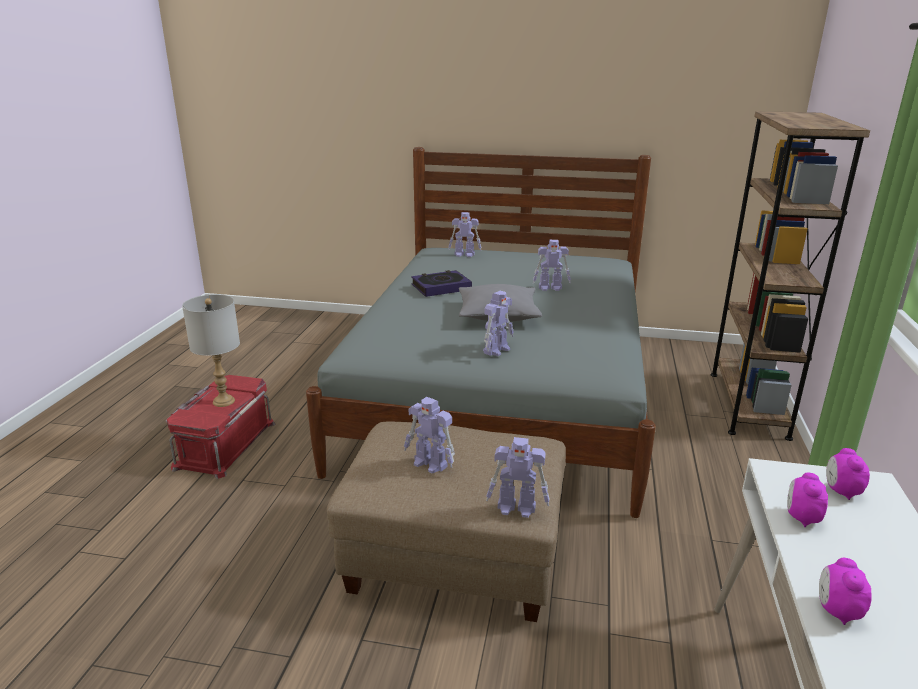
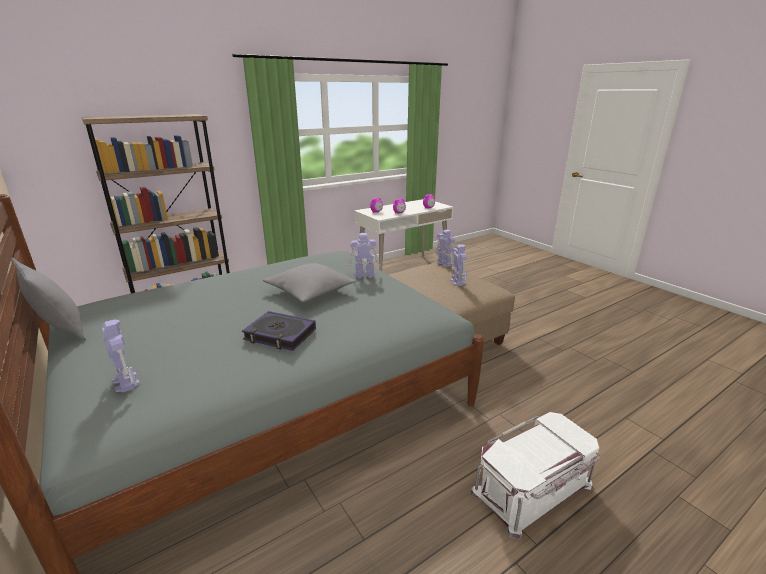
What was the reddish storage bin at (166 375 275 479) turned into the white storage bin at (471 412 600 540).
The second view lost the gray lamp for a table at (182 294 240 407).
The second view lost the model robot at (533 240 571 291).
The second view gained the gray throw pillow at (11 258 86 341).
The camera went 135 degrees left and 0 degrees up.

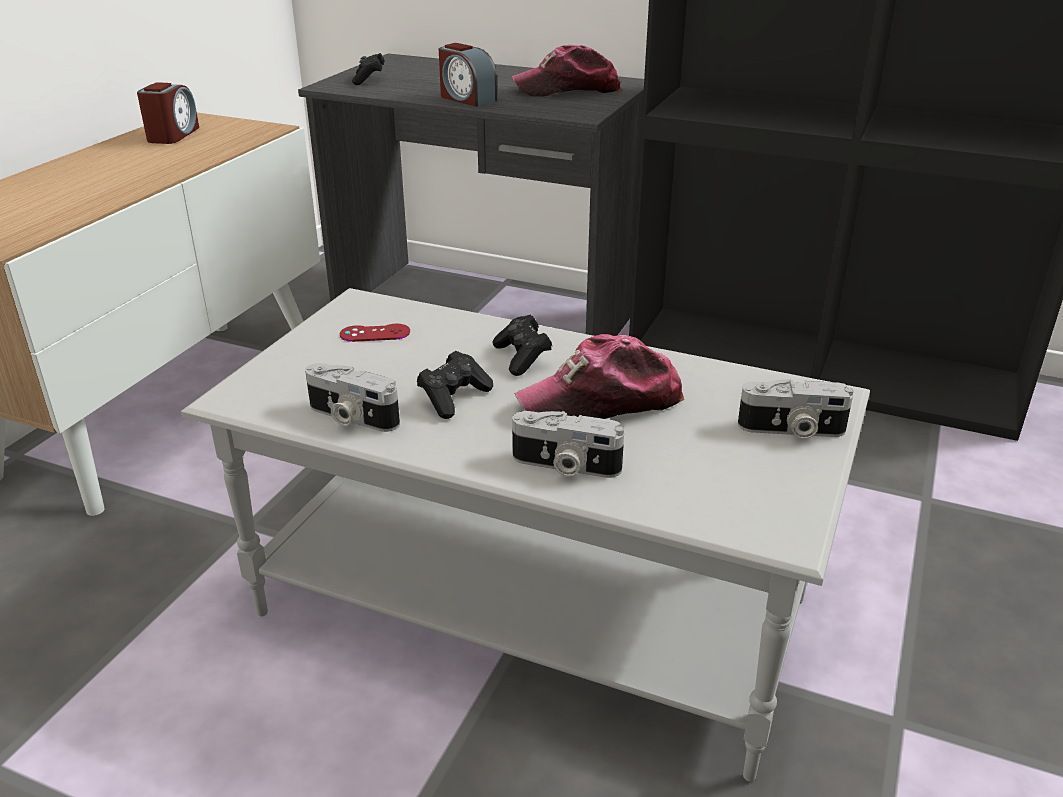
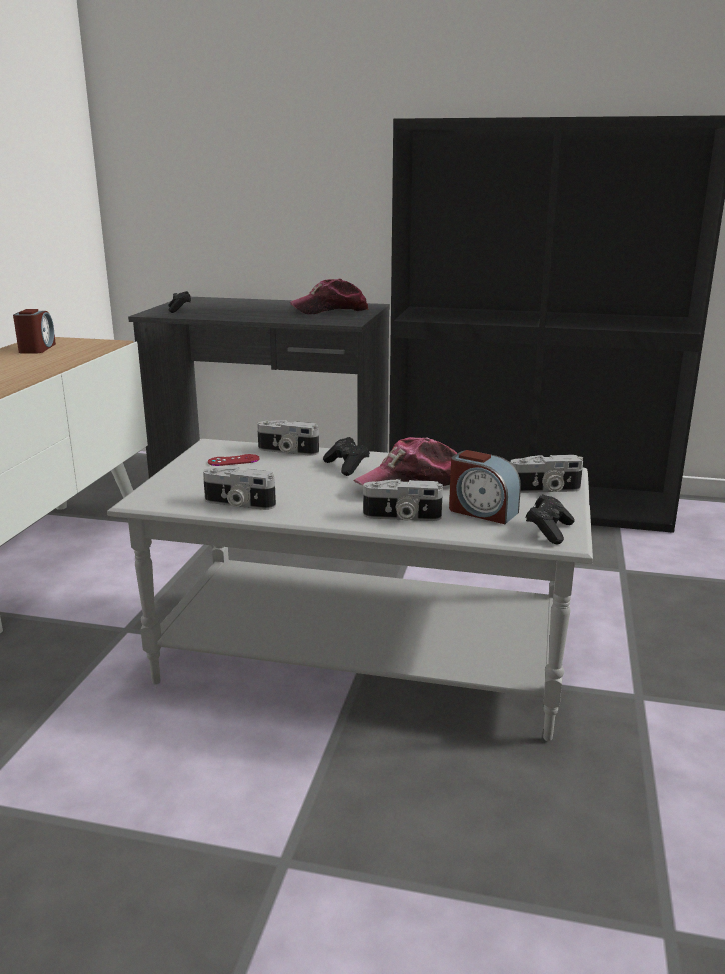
The black joypad ended up elsewhere, having gone from (417 351 493 419) to (526 494 575 545).
The bedside clock ended up elsewhere, having gone from (439 43 497 107) to (449 450 521 524).
The second view gained the photo camera at (257 420 319 456).
The camera went 10 degrees left and 10 degrees down.

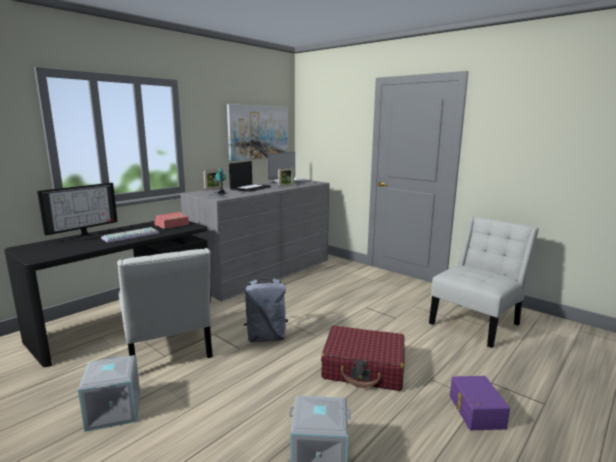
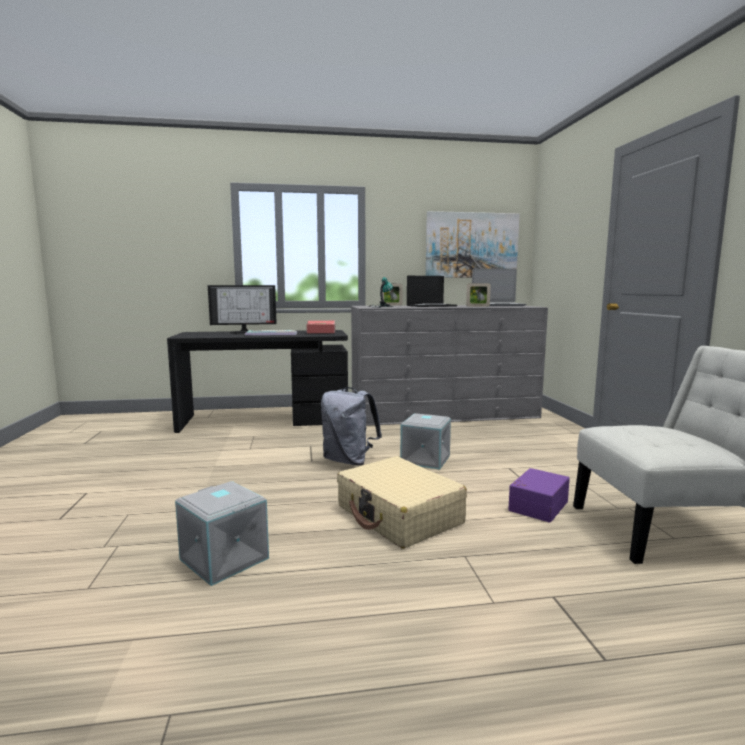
The gray storage bin ended up elsewhere, having gone from (78 355 140 432) to (400 413 451 470).
The second view lost the white plain chair at (117 248 213 358).
What was the reddish piece of luggage at (321 325 405 391) turned into the sand-coloured piece of luggage at (337 456 467 549).
The purple storage bin ended up elsewhere, having gone from (450 376 510 430) to (508 468 570 523).
The camera went 40 degrees right and 5 degrees down.

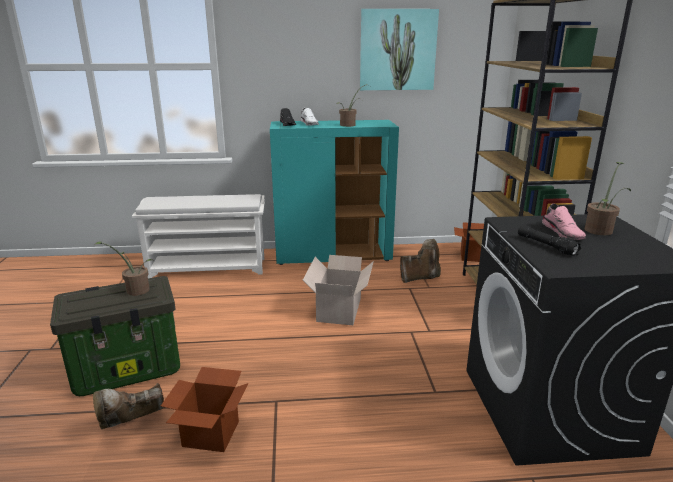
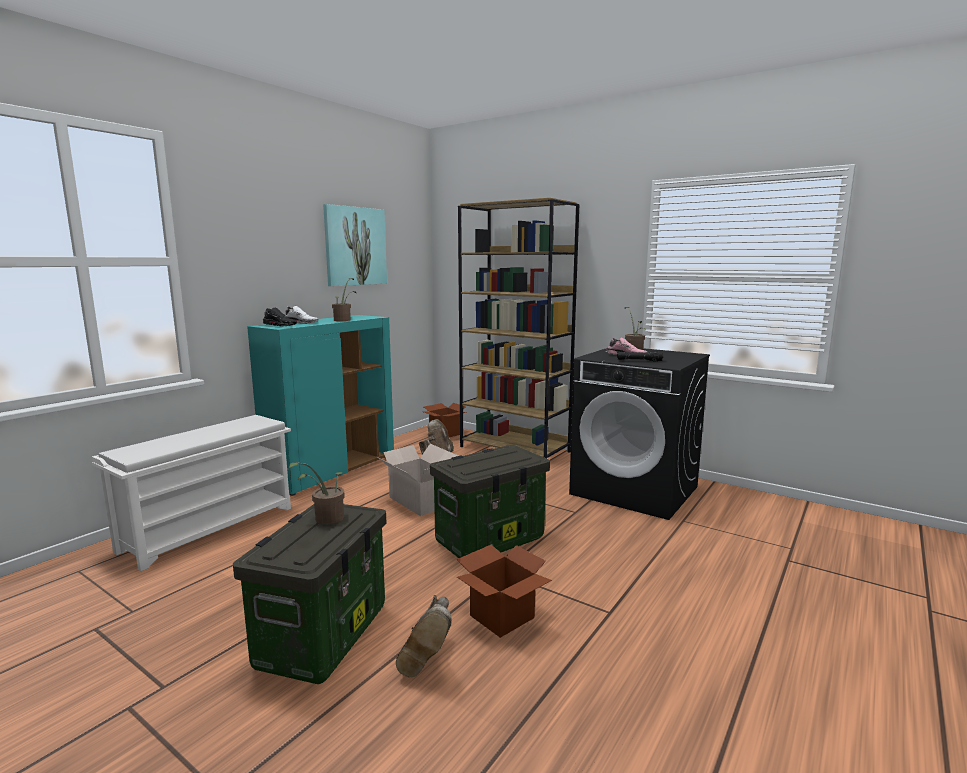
The second view gained the storage bin at (430 445 550 558).
The camera went 50 degrees left and 10 degrees down.

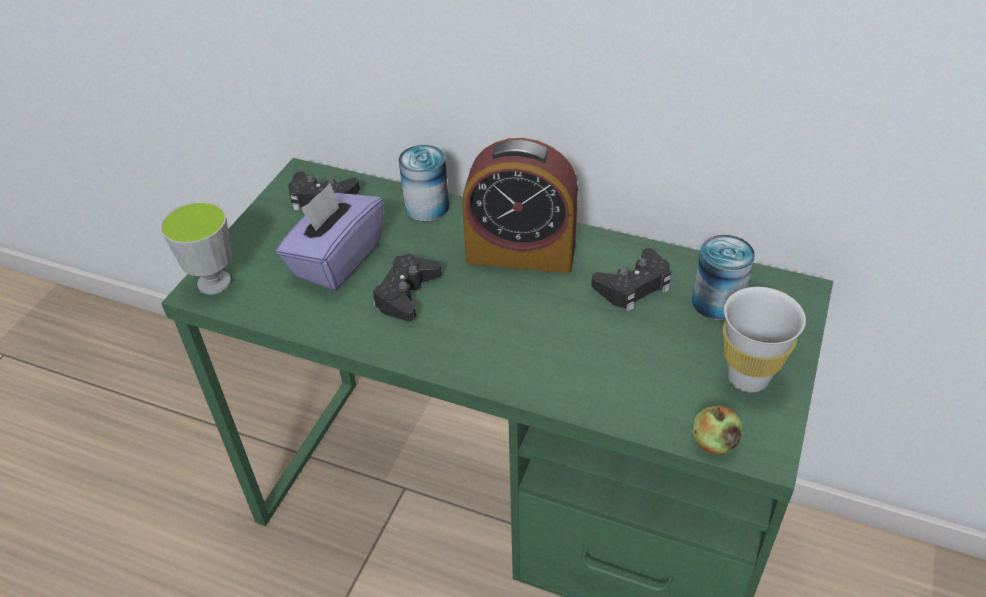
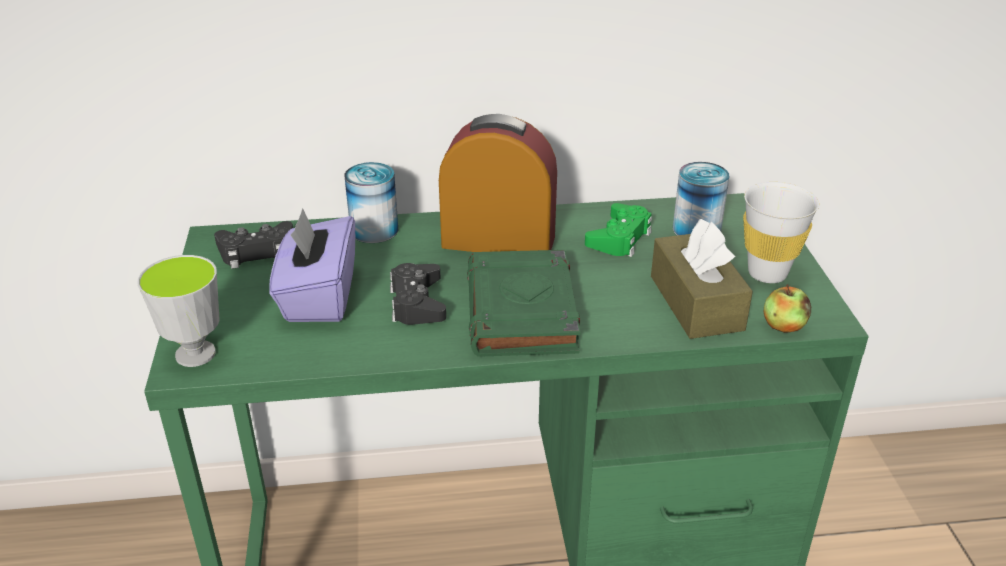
The bedside clock at (462 138 578 273) ended up facing another way, 150 degrees counterclockwise from before.
What was the black joypad at (591 248 671 311) turned into the green-coloured joypad at (585 203 652 257).
The second view gained the green-coloured volume at (467 250 581 356).
The second view gained the brown box of tissues at (651 219 753 339).
The camera went 30 degrees left and 10 degrees down.

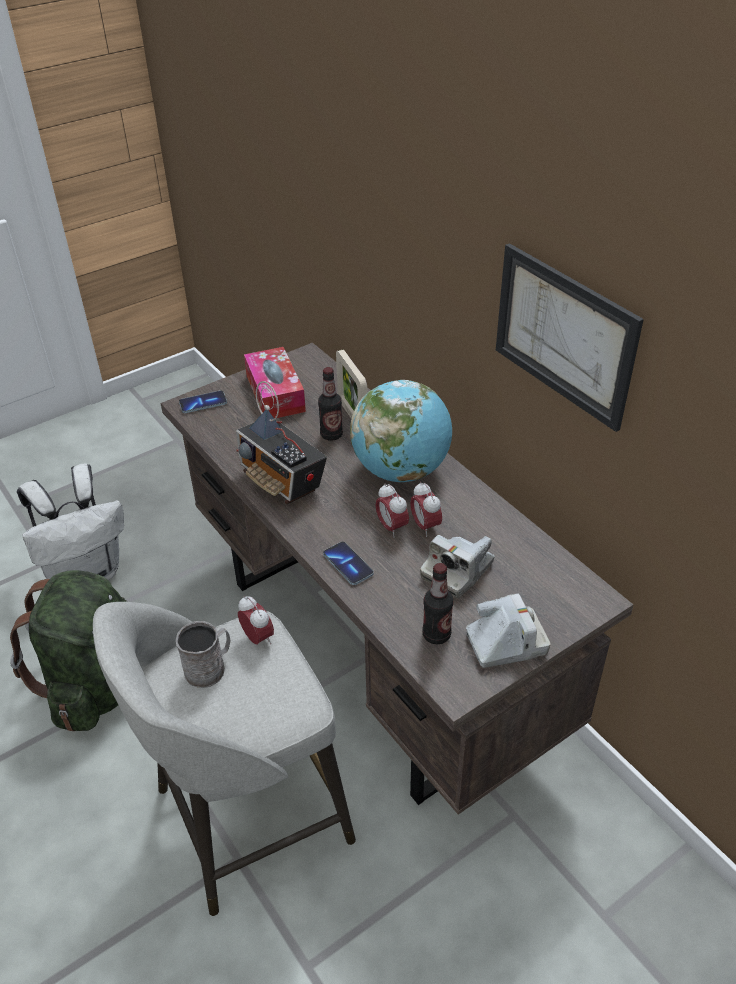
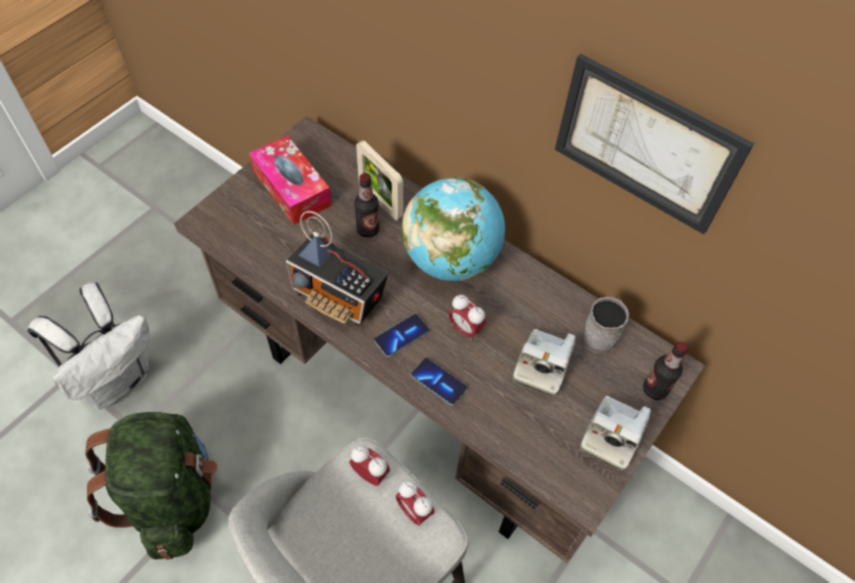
The gray tea mug ended up elsewhere, having gone from (176 621 230 688) to (582 297 629 354).
The handset ended up elsewhere, having gone from (179 390 227 413) to (374 314 429 357).
The bedside clock ended up elsewhere, having gone from (410 482 442 537) to (396 480 435 527).
The bottle ended up elsewhere, having gone from (423 563 453 644) to (643 341 688 400).
The photo camera at (466 594 550 668) ended up facing another way, 150 degrees clockwise from before.
The camera went 20 degrees left and 15 degrees up.

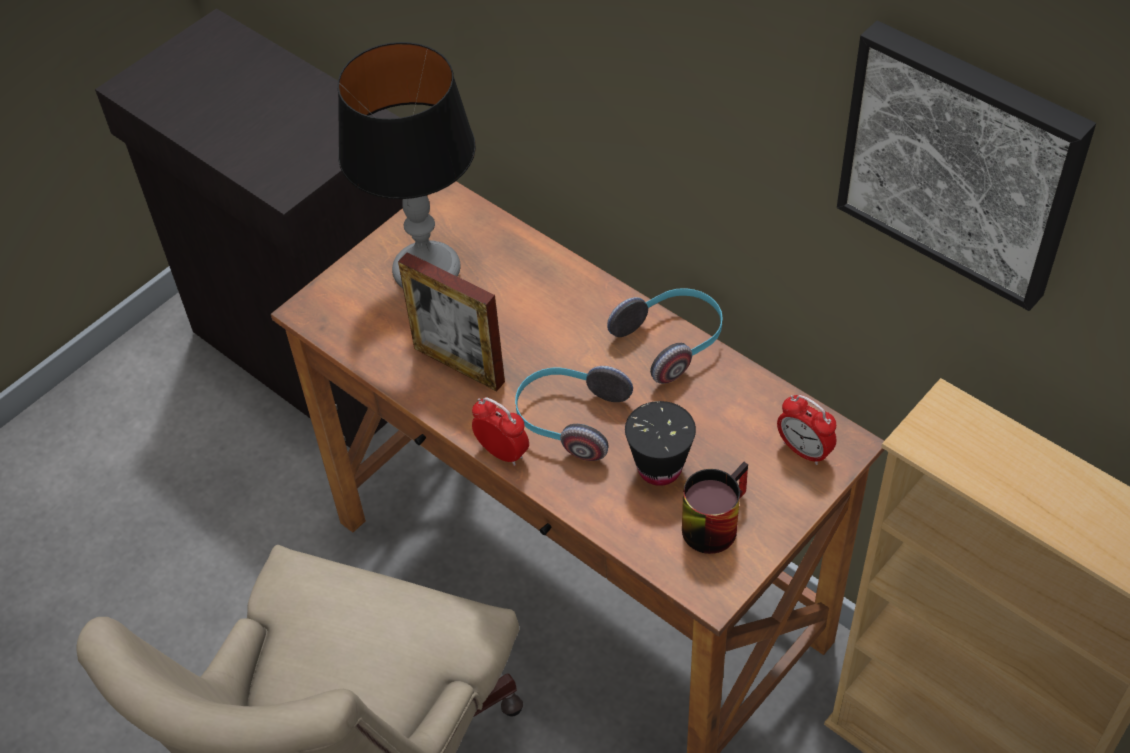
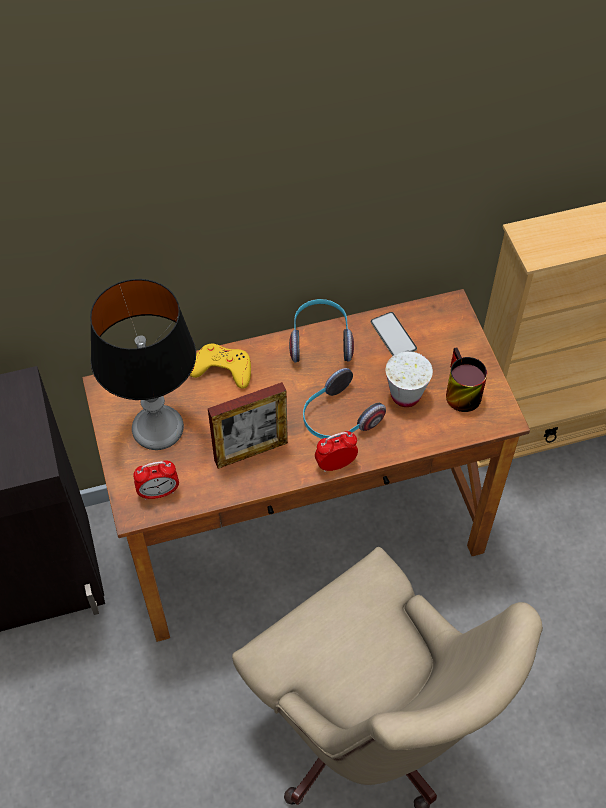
What was the black drinking cup at (625 401 696 486) turned into the white drinking cup at (386 351 433 407).
The bedside clock ended up elsewhere, having gone from (777 395 836 465) to (133 460 179 500).
The second view lost the wall art at (837 20 1096 311).
The second view gained the yellowish joypad at (190 344 251 389).
The second view gained the handset at (371 312 417 356).
The camera went 60 degrees left and 5 degrees up.

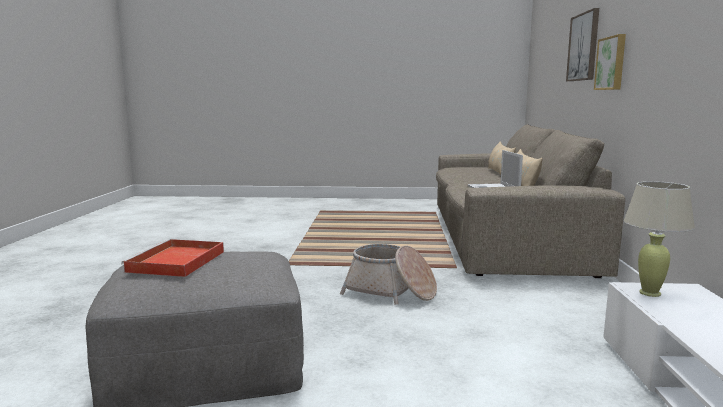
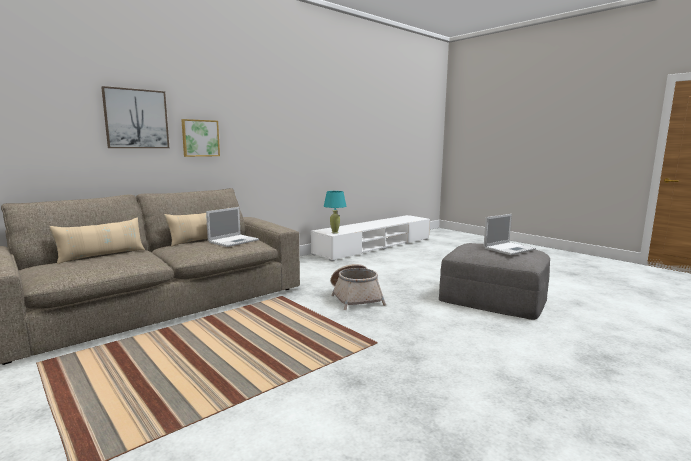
Where the reddish carrying tray stood at (121 239 224 277), the notebook computer came to stand at (484 214 536 255).
What was the sand-coloured lamp for a table at (624 181 695 297) turned into the turquoise-coloured lamp for a table at (324 191 346 234).
The camera went 135 degrees left and 0 degrees up.

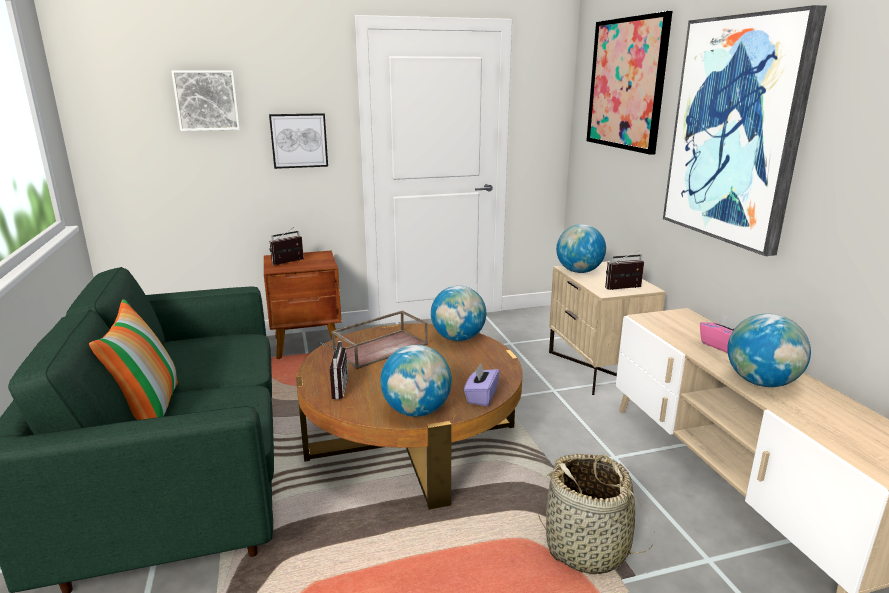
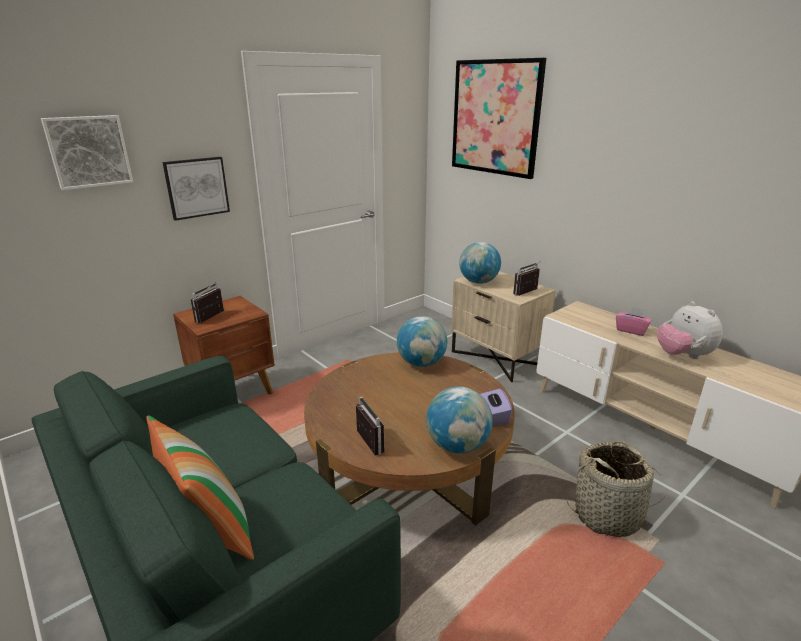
The second view lost the brown carrying tray at (331 310 428 369).
The second view lost the wall art at (663 5 827 256).
Where the desk globe stood at (727 314 811 387), the plush toy came to stand at (657 301 723 359).
The camera went 25 degrees left and 5 degrees up.

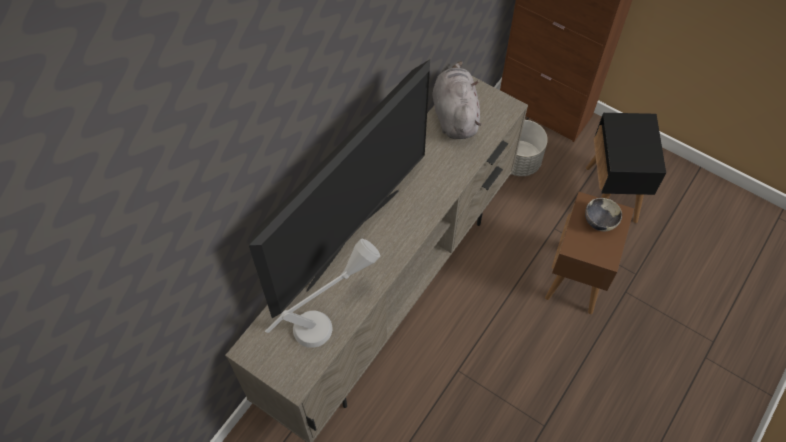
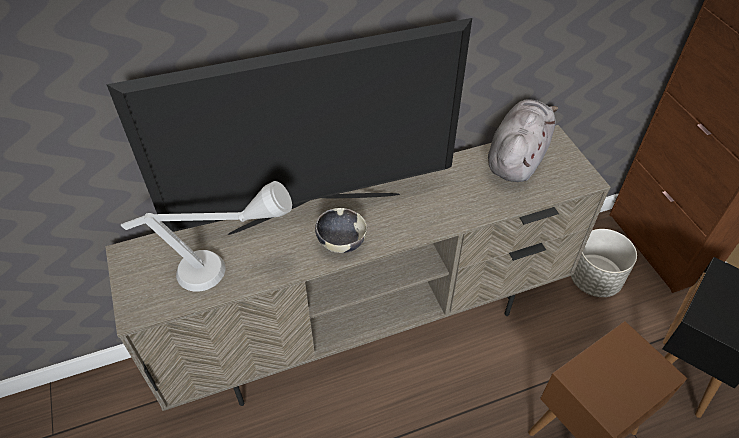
The serving bowl ended up elsewhere, having gone from (585 198 622 232) to (315 208 367 253).
The camera went 35 degrees right and 10 degrees down.

